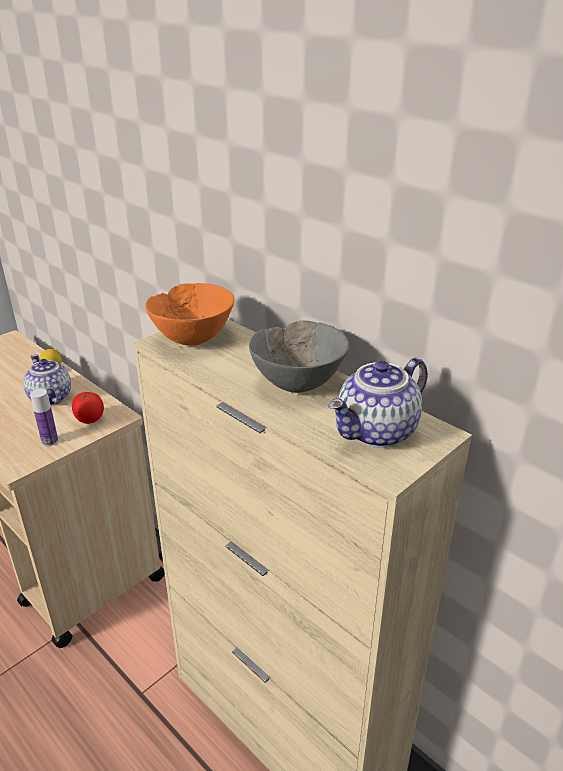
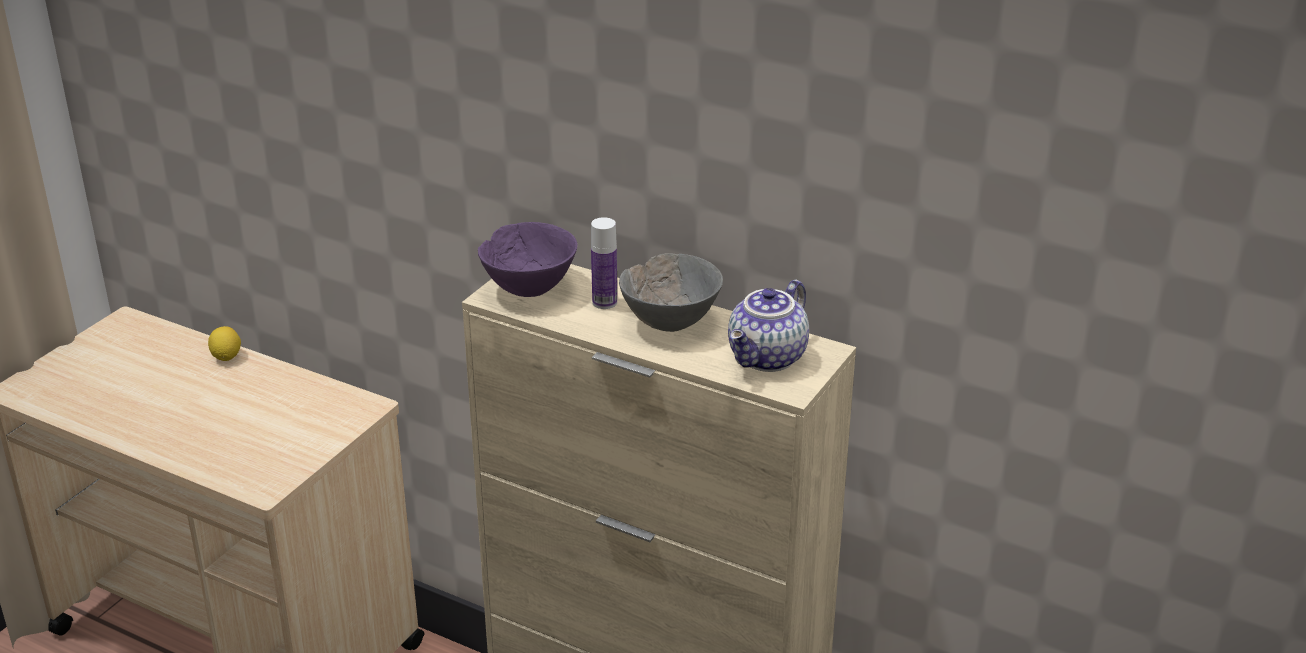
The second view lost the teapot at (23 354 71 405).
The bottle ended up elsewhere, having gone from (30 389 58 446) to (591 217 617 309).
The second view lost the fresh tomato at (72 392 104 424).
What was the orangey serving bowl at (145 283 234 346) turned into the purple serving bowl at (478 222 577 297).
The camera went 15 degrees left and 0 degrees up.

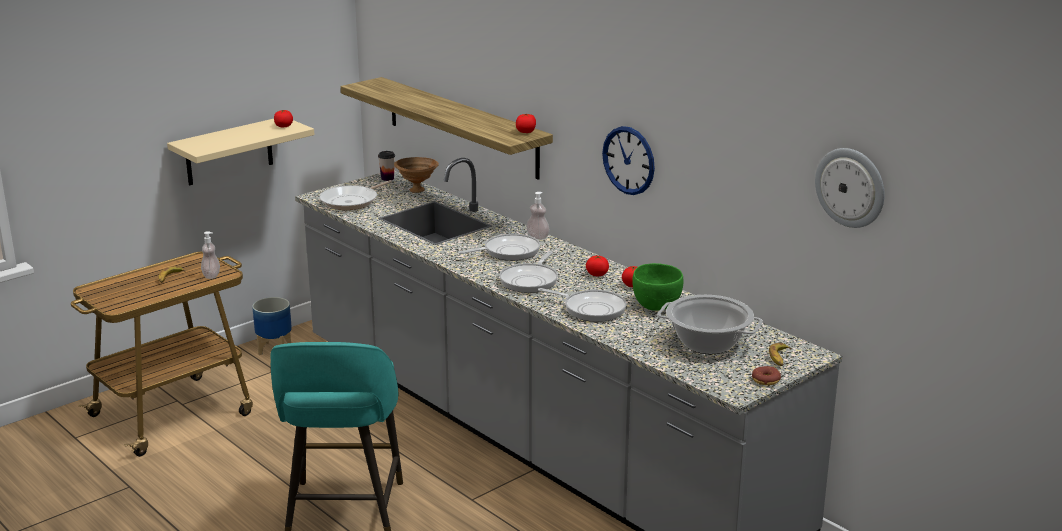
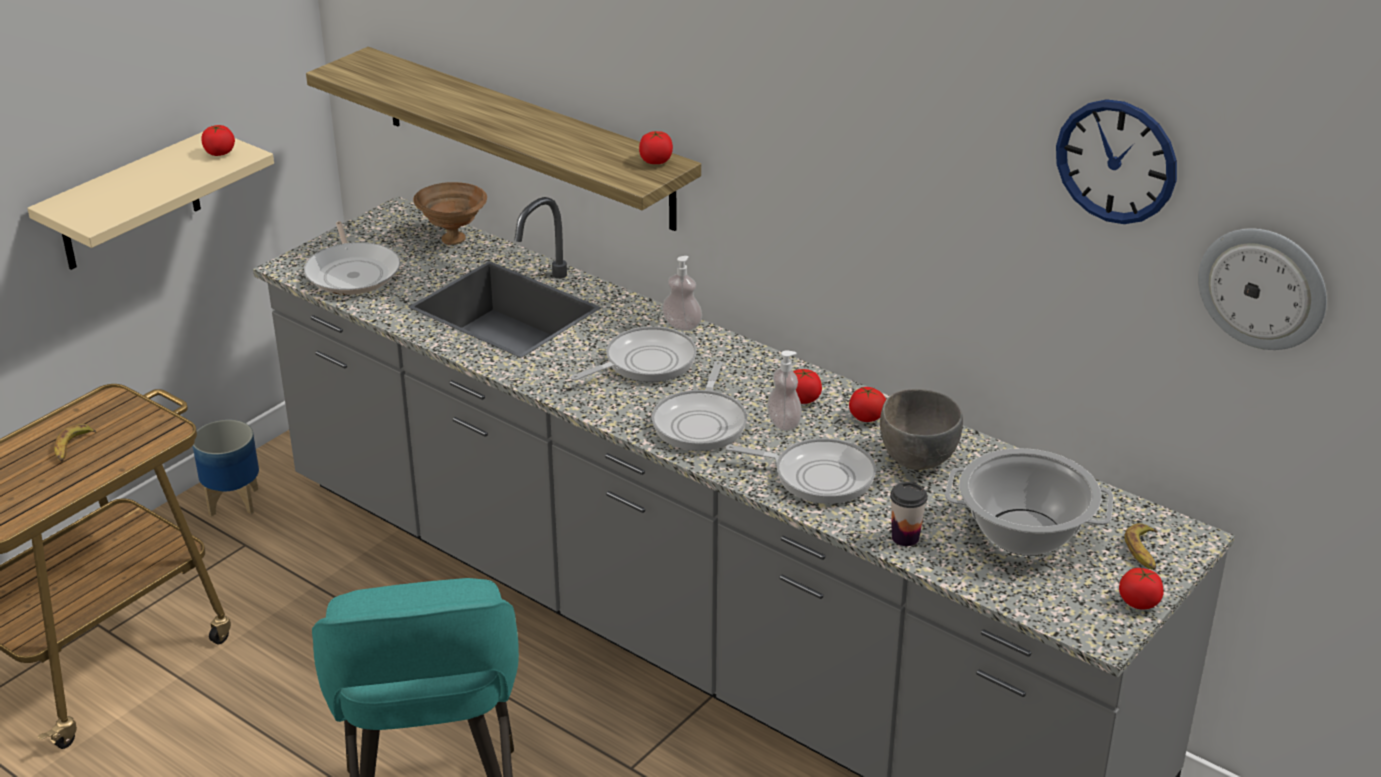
The liquid soap bottle ended up elsewhere, having gone from (201 231 220 279) to (767 350 802 431).
The skillet at (319 180 392 210) ended up facing another way, 45 degrees counterclockwise from before.
The drinking cup ended up elsewhere, having gone from (378 151 395 181) to (890 482 928 546).
The hanging clock ended up elsewhere, having gone from (602 126 655 195) to (1056 99 1177 224).
What was the green-coloured serving bowl at (632 263 683 311) turned into the gray serving bowl at (880 389 963 470).
Where the doughnut stood at (752 366 781 385), the fresh tomato came to stand at (1119 568 1164 609).
The camera went 10 degrees left and 10 degrees up.

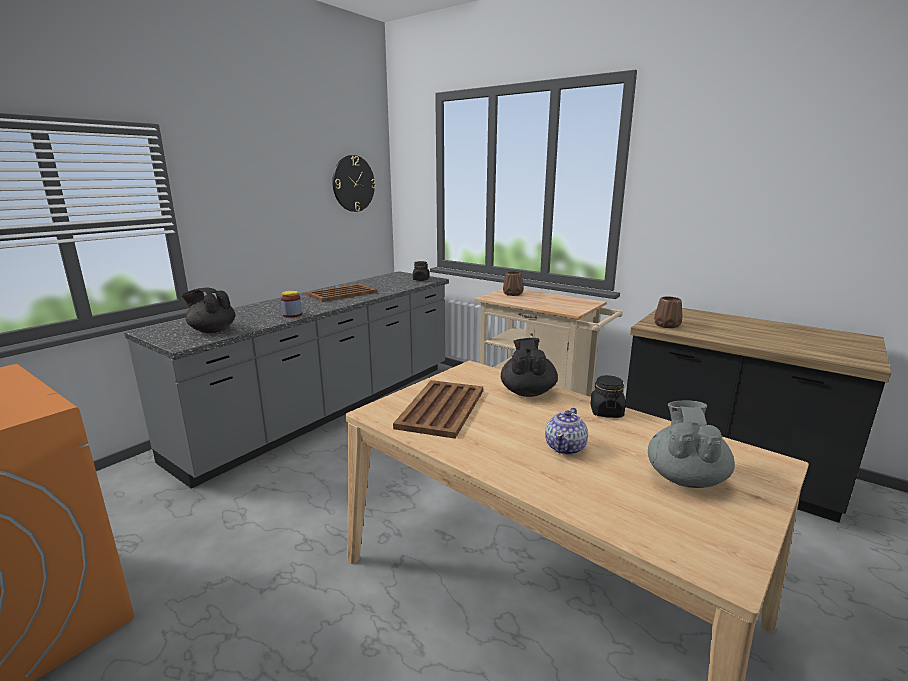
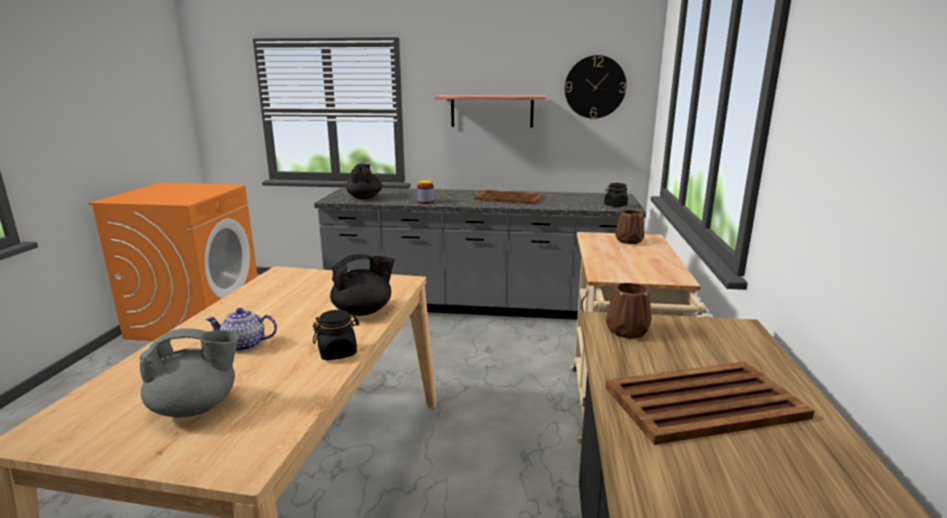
The brown carrying tray ended up elsewhere, having gone from (393 380 483 439) to (605 362 815 445).
The second view gained the shelf at (434 95 546 128).
The camera went 60 degrees right and 0 degrees up.

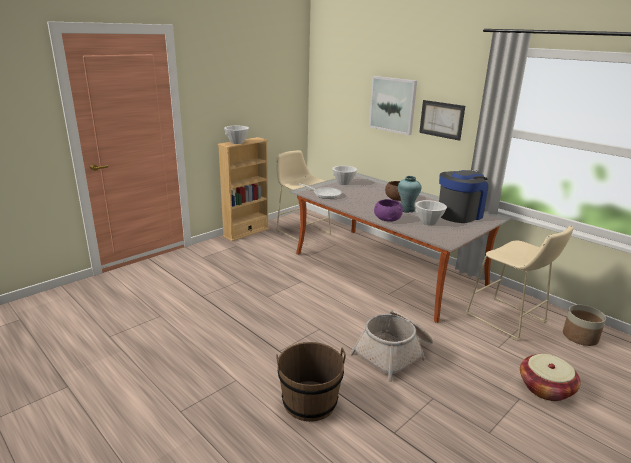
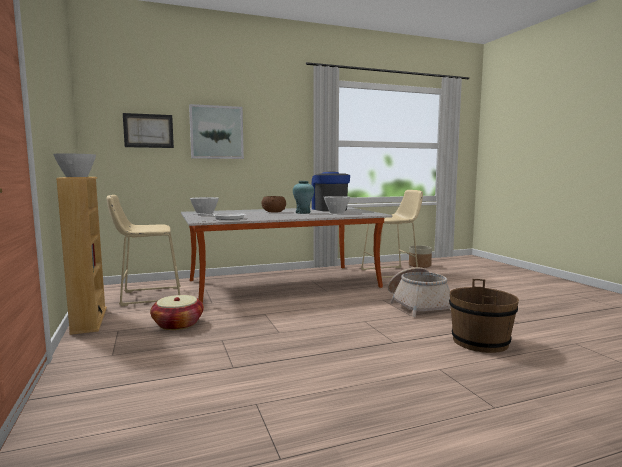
The second view lost the purple serving bowl at (374 199 403 222).
The wall art ended up elsewhere, having gone from (419 100 465 141) to (123 113 174 148).
The basket ended up elsewhere, having gone from (520 354 581 401) to (150 295 204 330).
The camera went 65 degrees left and 15 degrees down.

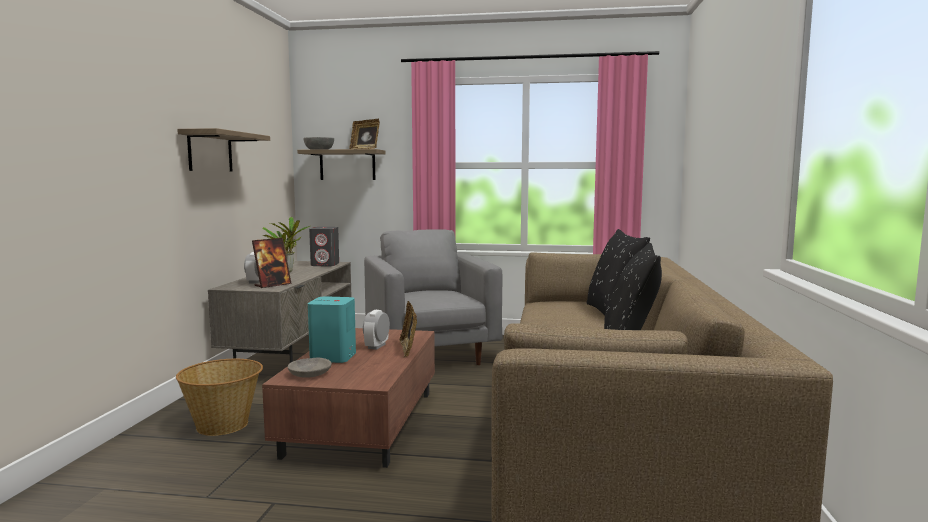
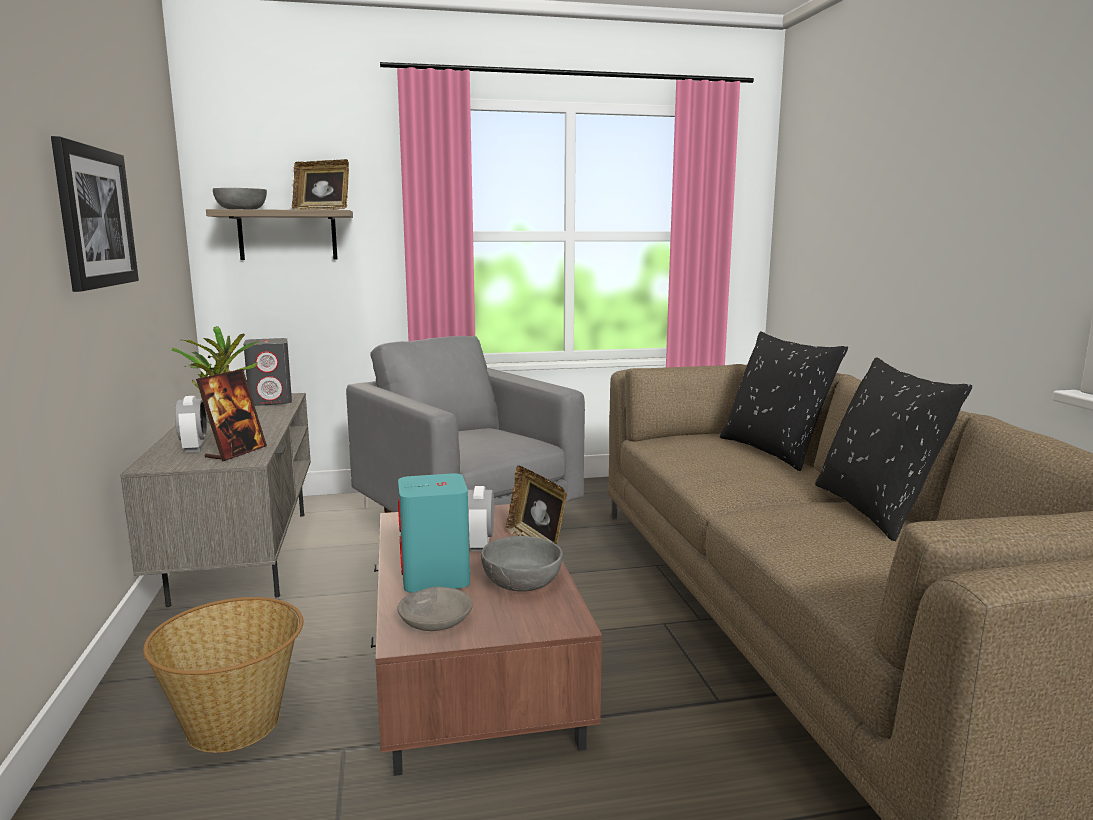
Where the shelf hung at (177 128 270 172), the wall art came to hang at (51 136 139 292).
The second view gained the gray serving bowl at (481 536 563 592).
The camera went 20 degrees left and 5 degrees up.

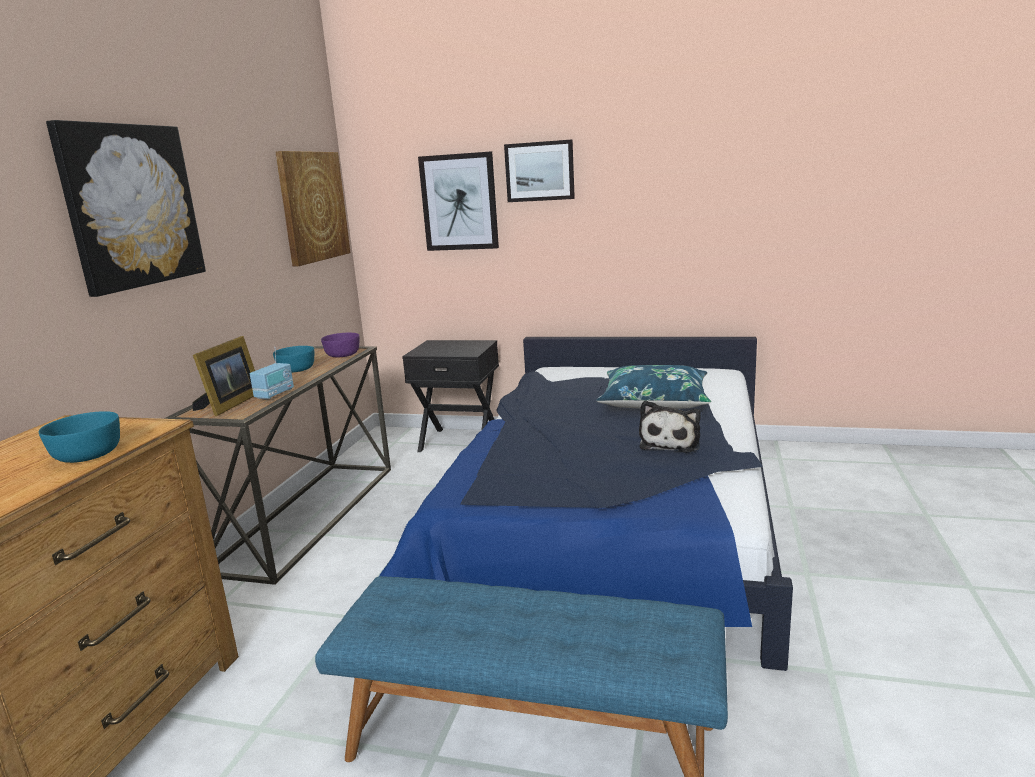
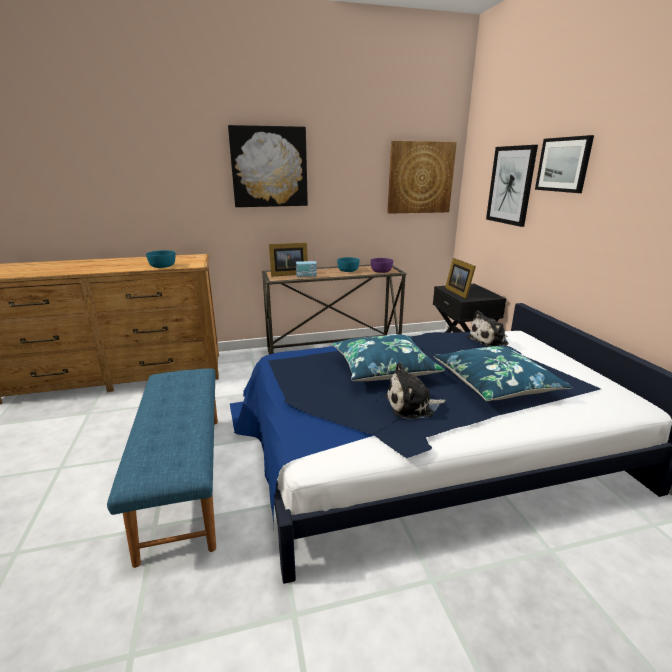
The second view gained the bluish throw pillow at (332 335 445 381).
The second view gained the standing frame at (445 258 476 299).
The second view gained the plush toy at (467 310 509 347).
The camera went 60 degrees right and 5 degrees up.

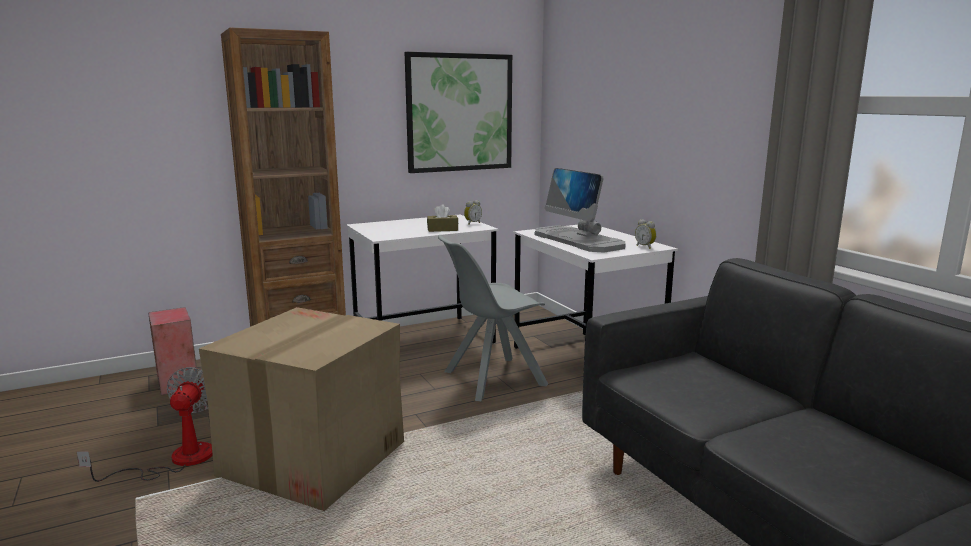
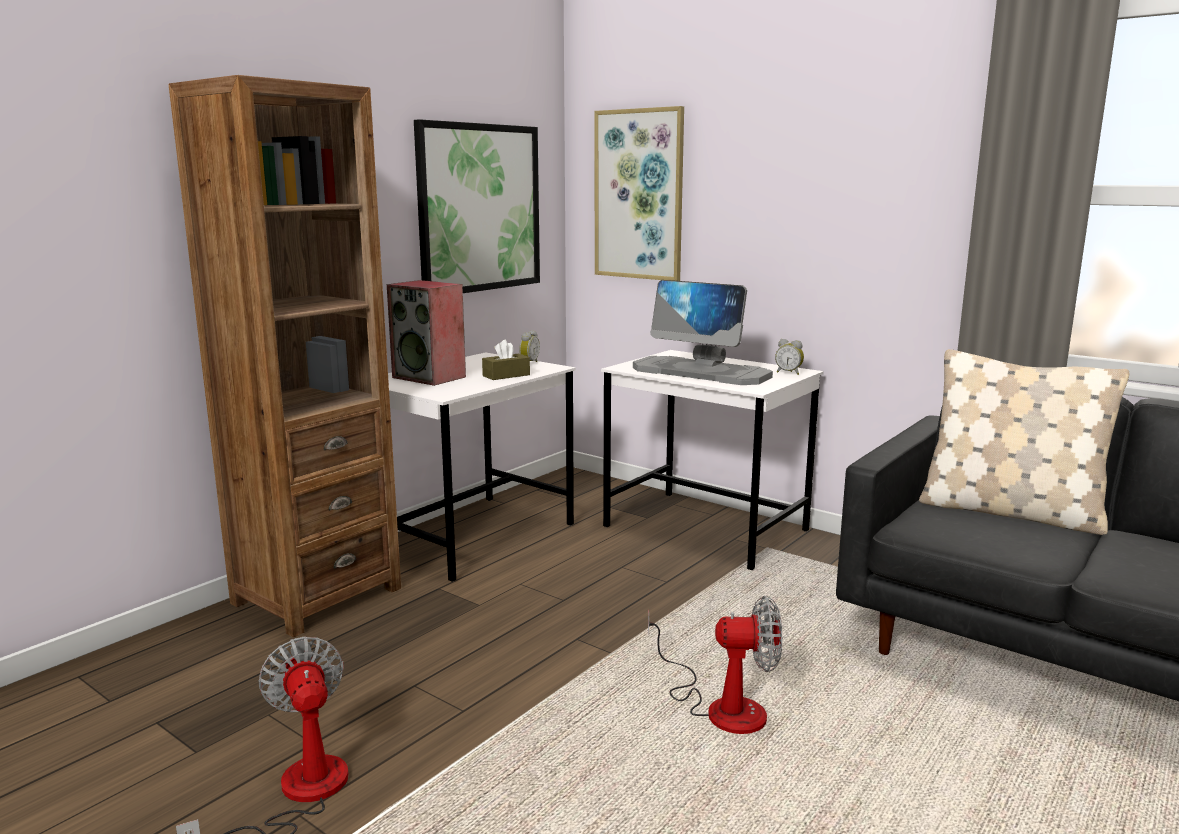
The audio speaker ended up elsewhere, having gone from (148 307 197 395) to (387 280 466 386).
The second view lost the cardboard box at (199 307 404 511).
The second view lost the gray plain chair at (438 235 548 401).
The second view gained the wall art at (594 106 684 281).
The second view gained the fan at (648 596 782 734).
The second view gained the sand-coloured throw pillow at (919 349 1130 535).
The camera went 25 degrees left and 0 degrees up.

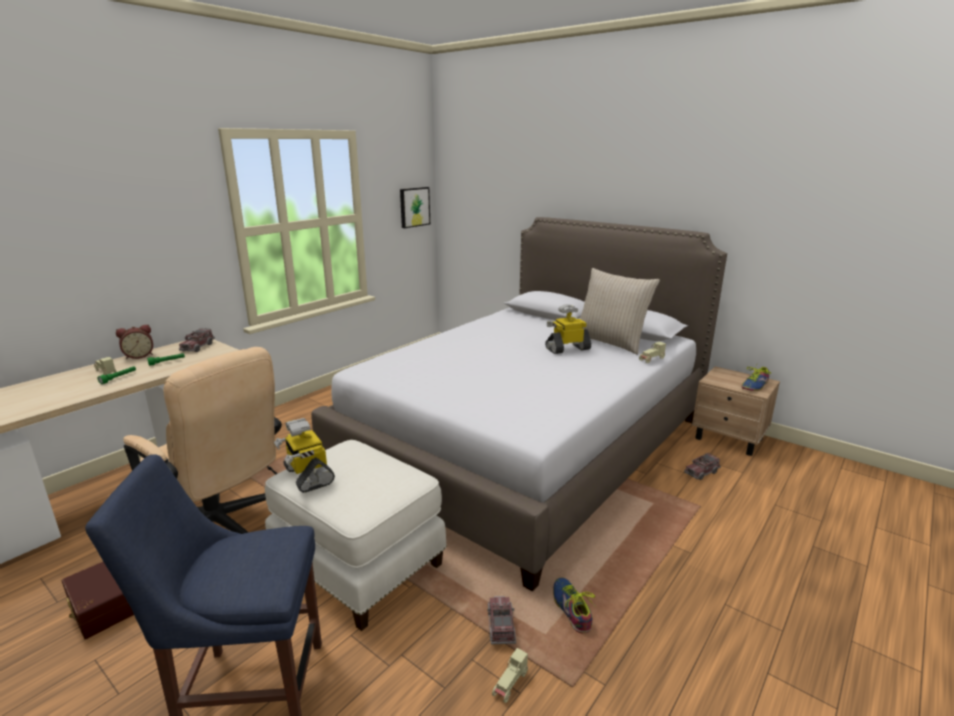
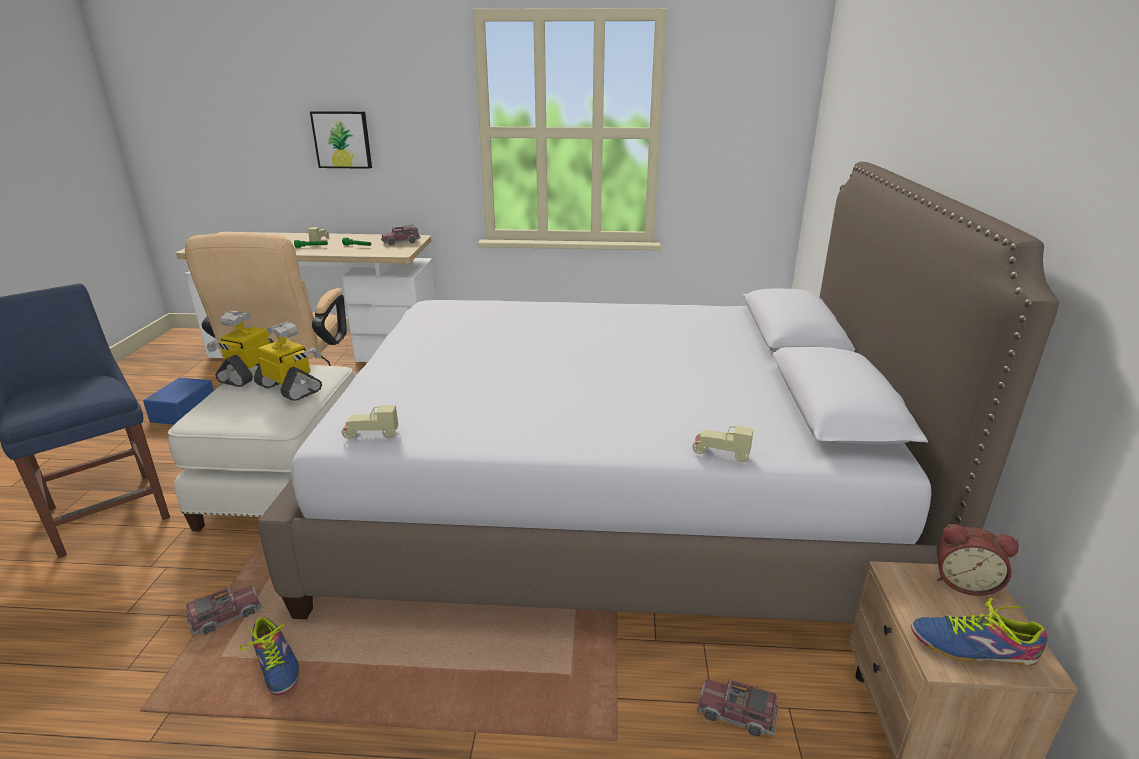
What was the brown storage bin at (62 562 134 639) turned into the bluish storage bin at (143 378 214 425).
The bedside clock ended up elsewhere, having gone from (116 325 153 359) to (937 524 1019 596).
The wall art ended up elsewhere, having gone from (400 187 430 228) to (310 111 372 169).
The sand-coloured model car ended up elsewhere, having gone from (492 648 528 703) to (342 405 398 439).
The model robot ended up elsewhere, having gone from (545 304 591 354) to (254 321 322 401).
The shoe at (553 578 595 633) ended up facing another way, 105 degrees clockwise from before.
The second view lost the sand-coloured throw pillow at (580 268 660 355).
The camera went 55 degrees right and 5 degrees up.

